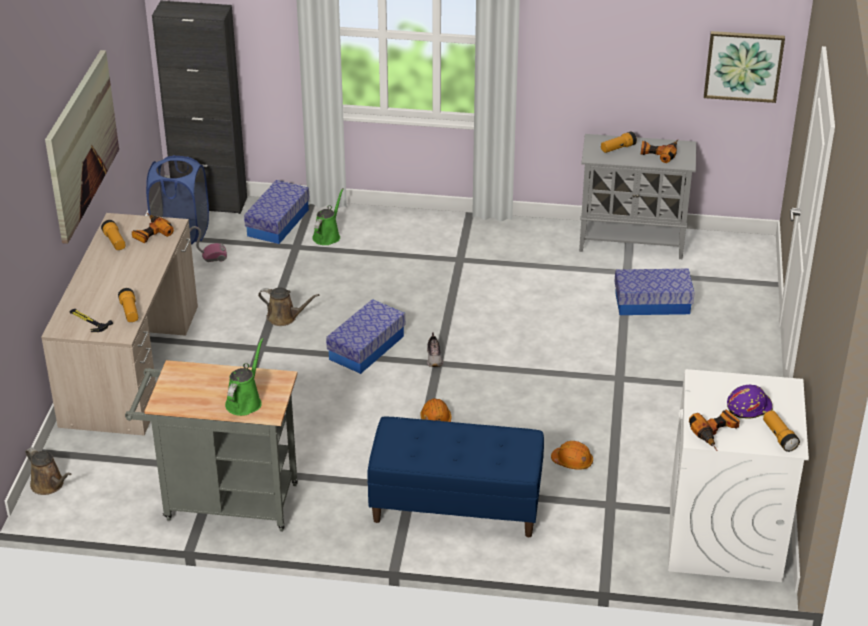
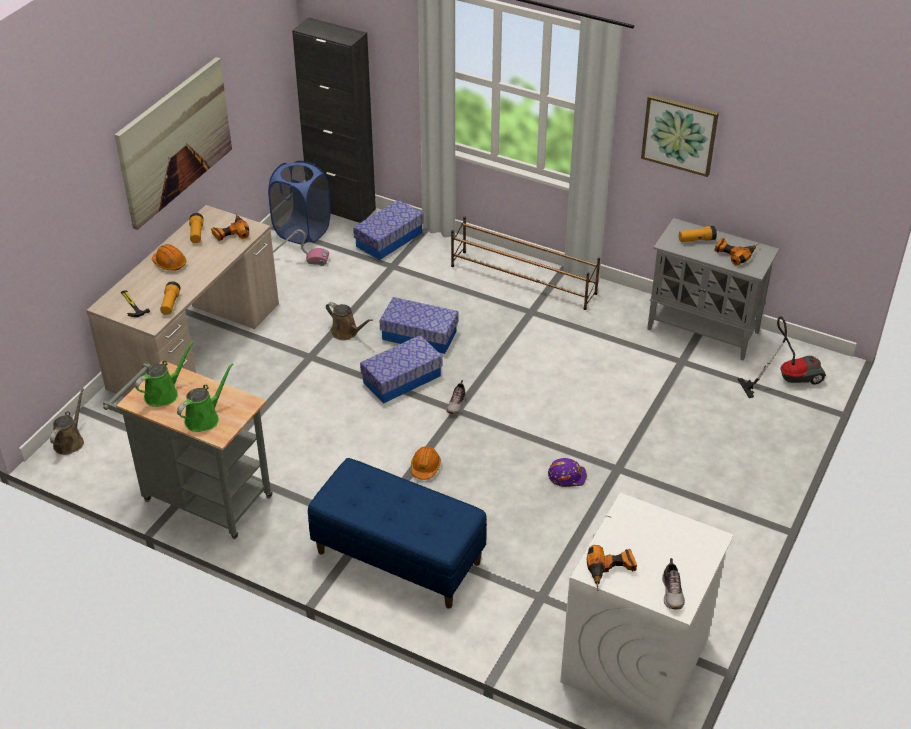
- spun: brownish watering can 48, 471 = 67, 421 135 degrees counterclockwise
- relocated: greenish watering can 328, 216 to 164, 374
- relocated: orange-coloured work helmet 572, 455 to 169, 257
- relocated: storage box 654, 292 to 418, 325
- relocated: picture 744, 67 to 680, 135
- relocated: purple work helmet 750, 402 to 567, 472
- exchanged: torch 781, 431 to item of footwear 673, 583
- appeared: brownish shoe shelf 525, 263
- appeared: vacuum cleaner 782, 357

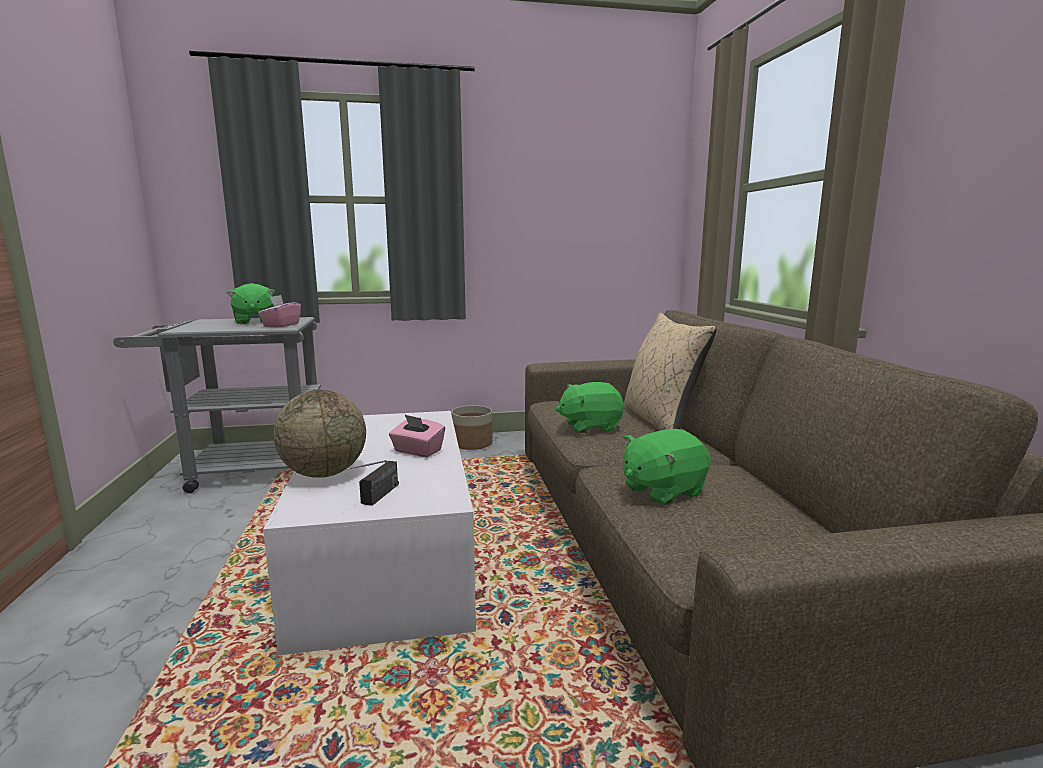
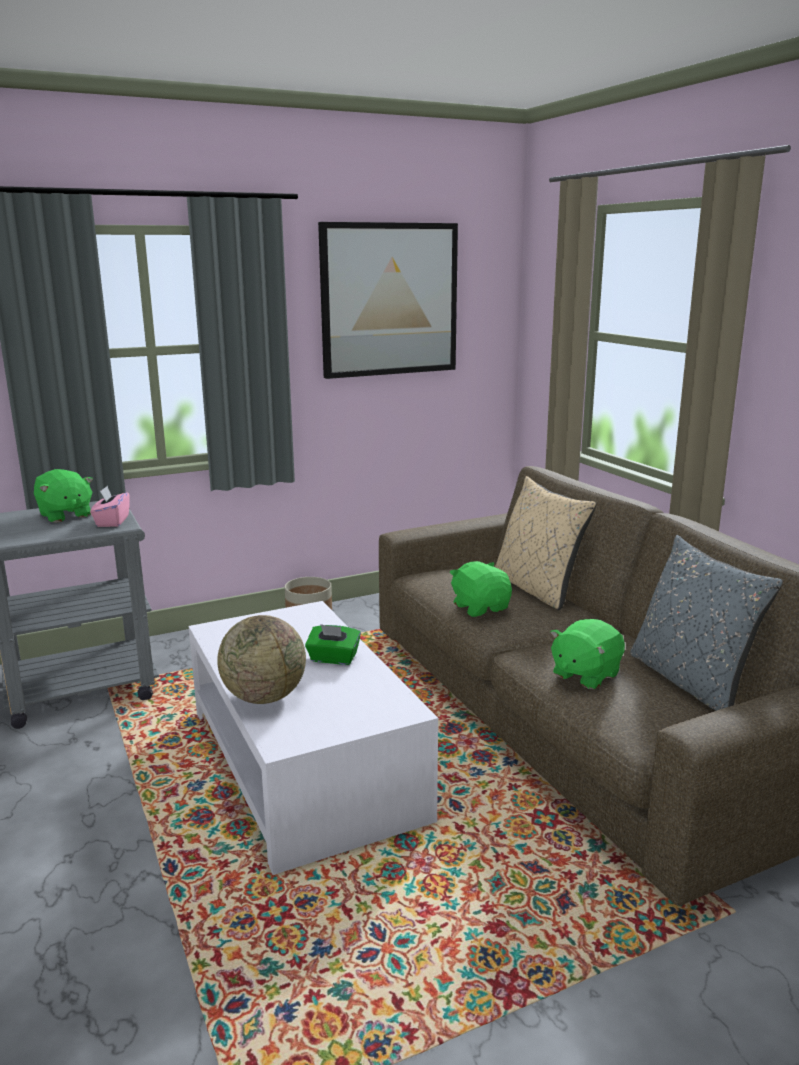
- missing: radio set 370, 483
- colour: pink-coloured box of tissues 417, 436 to greenish box of tissues 333, 644
- spun: greenish plush toy 590, 407 = 480, 589 90 degrees clockwise
- appeared: picture 388, 300
- appeared: grey cushion 706, 623

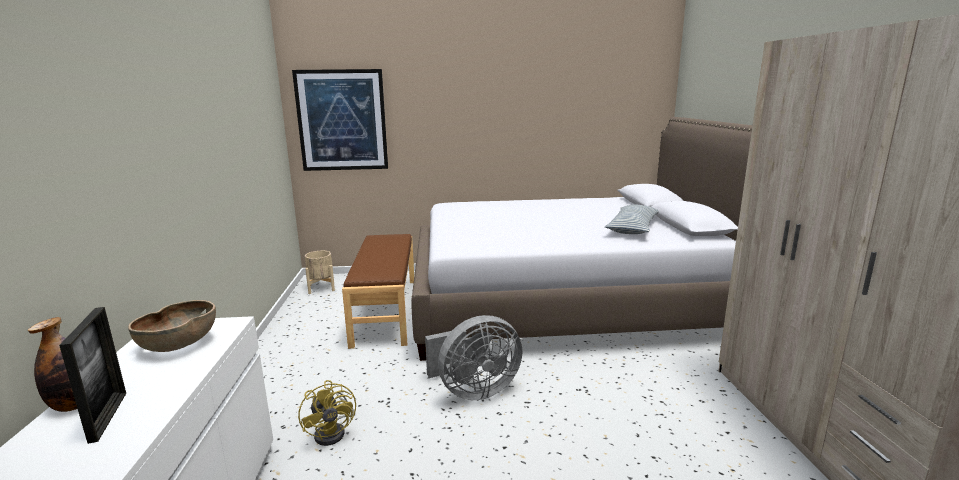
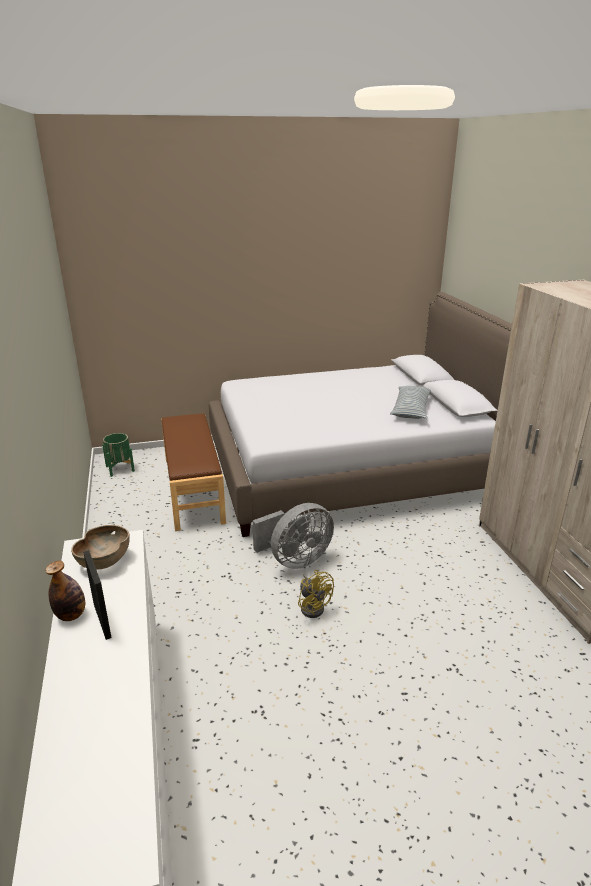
- missing: picture 340, 120
- relocated: yellow-coloured electric fan 327, 413 to 316, 594
- colour: sand-coloured plant pot 320, 272 to greenish plant pot 118, 455

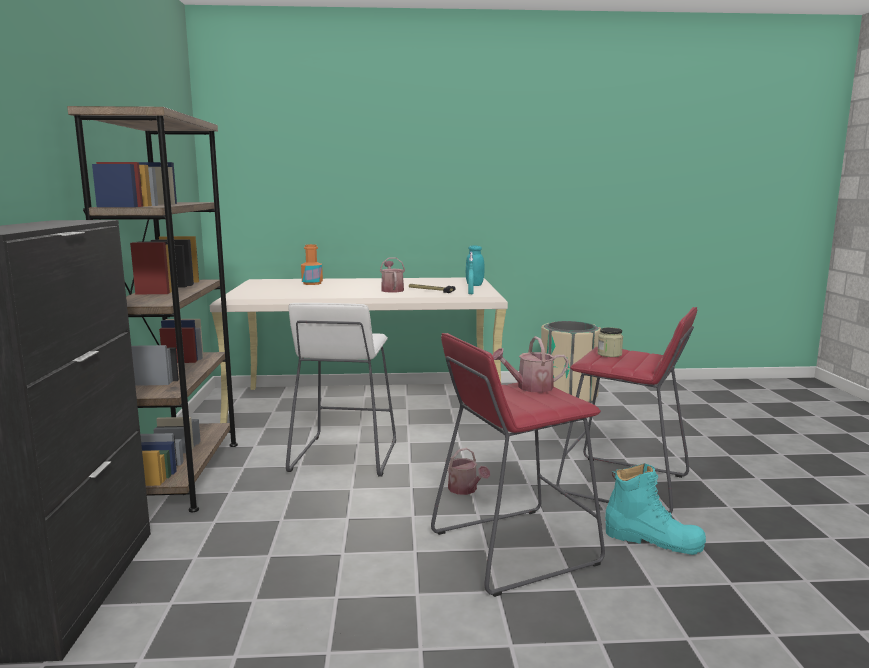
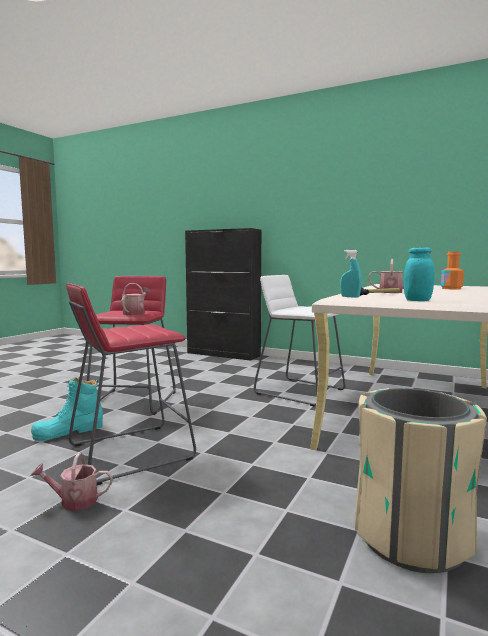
- missing: brownish shelving unit 152, 309
- relocated: watering can 468, 471 to 71, 481
- missing: preserve jar 610, 342

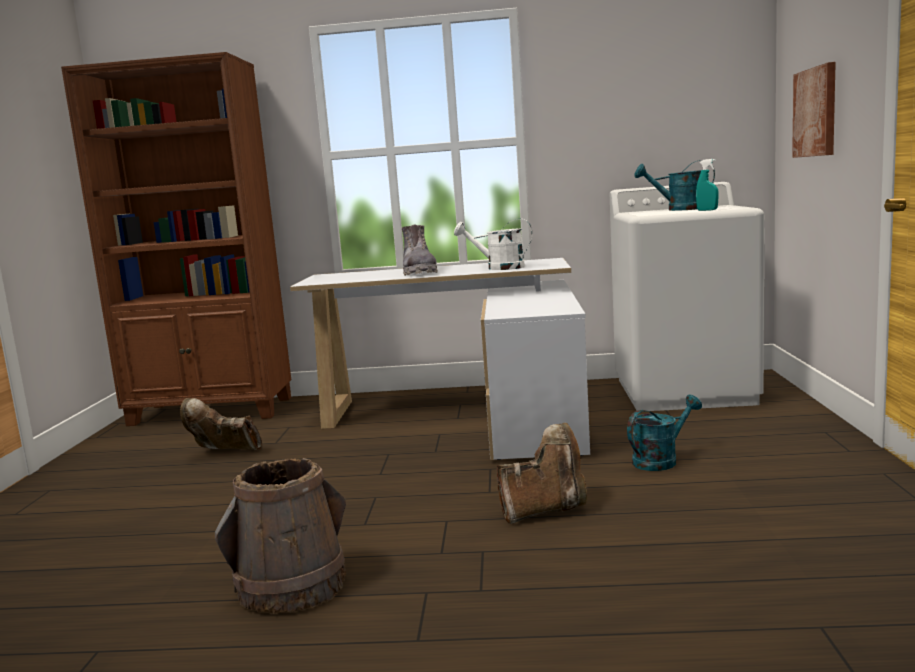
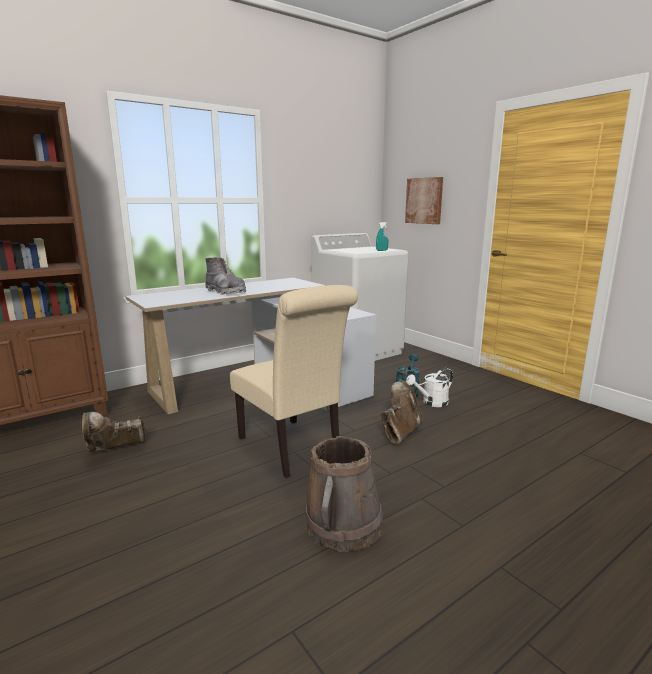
- relocated: white watering can 493, 244 to 429, 387
- missing: blue-green watering can 674, 185
- appeared: sand-coloured chair 294, 381

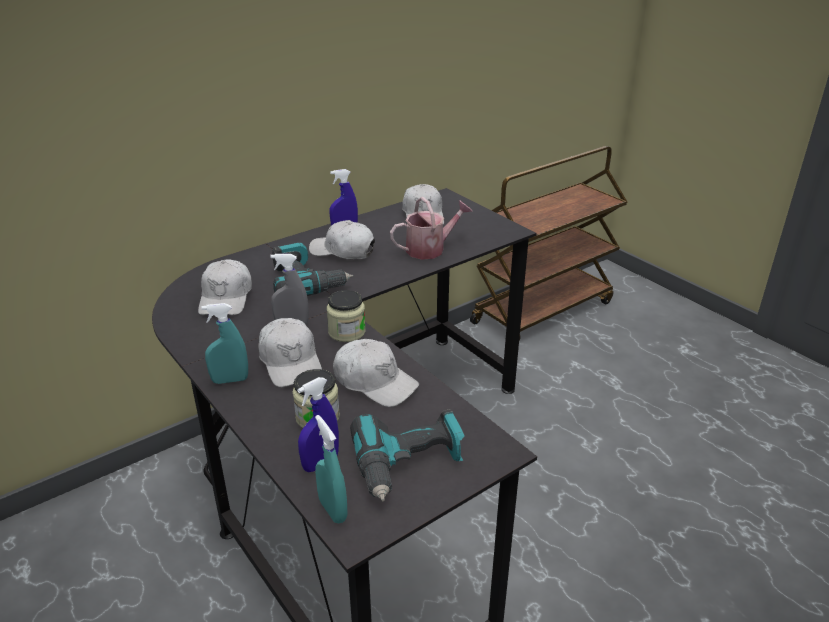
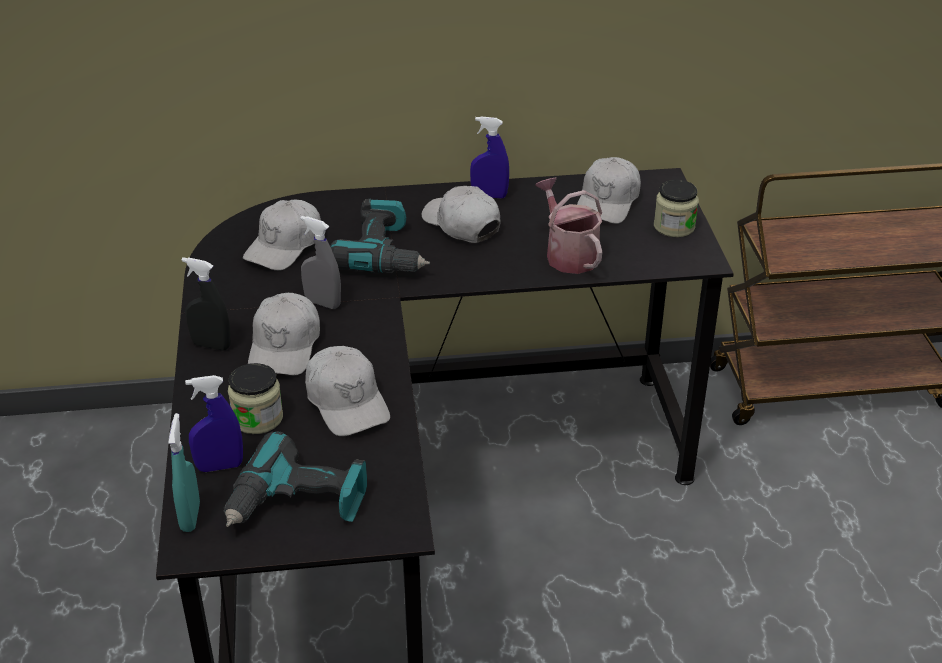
- colour: blue-green hand sprayer 224, 343 to blackish hand sprayer 206, 304
- relocated: preserve jar 346, 316 to 676, 208
- spun: watering can 431, 228 = 569, 226 120 degrees counterclockwise

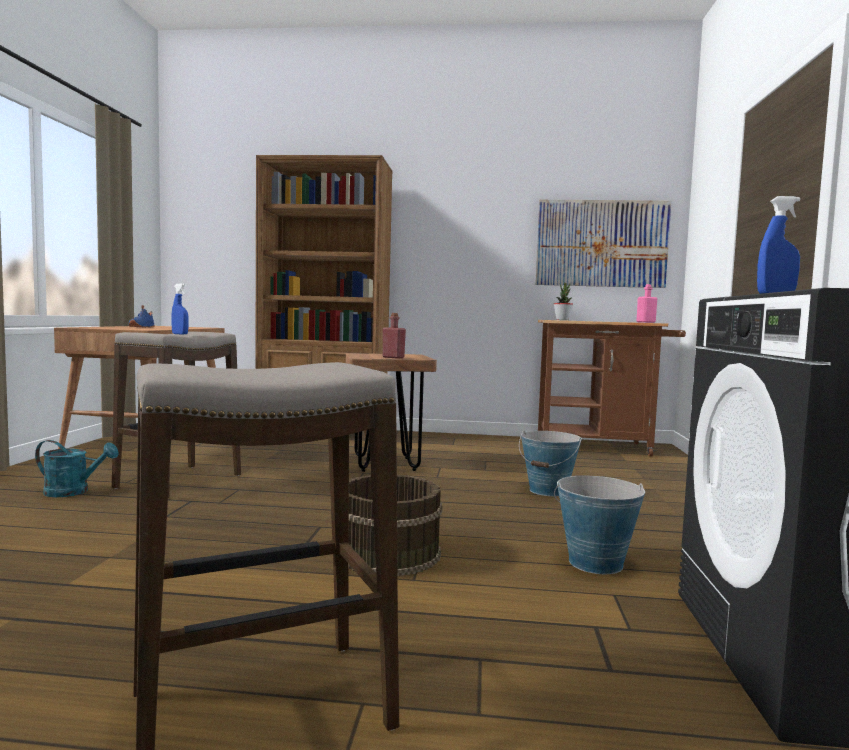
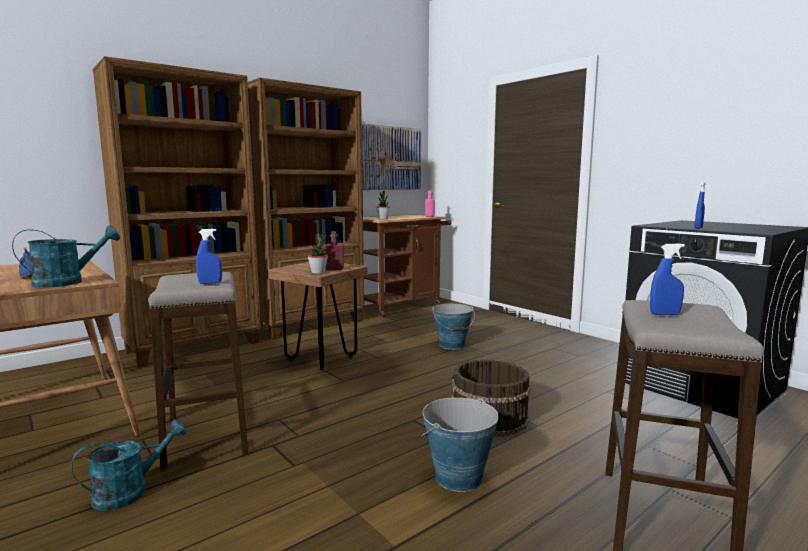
- relocated: bucket 599, 525 to 460, 444
- appeared: blue-green watering can 66, 256
- appeared: brownish shelving unit 306, 208
- appeared: houseplant 317, 253
- appeared: blue hand sprayer 667, 279

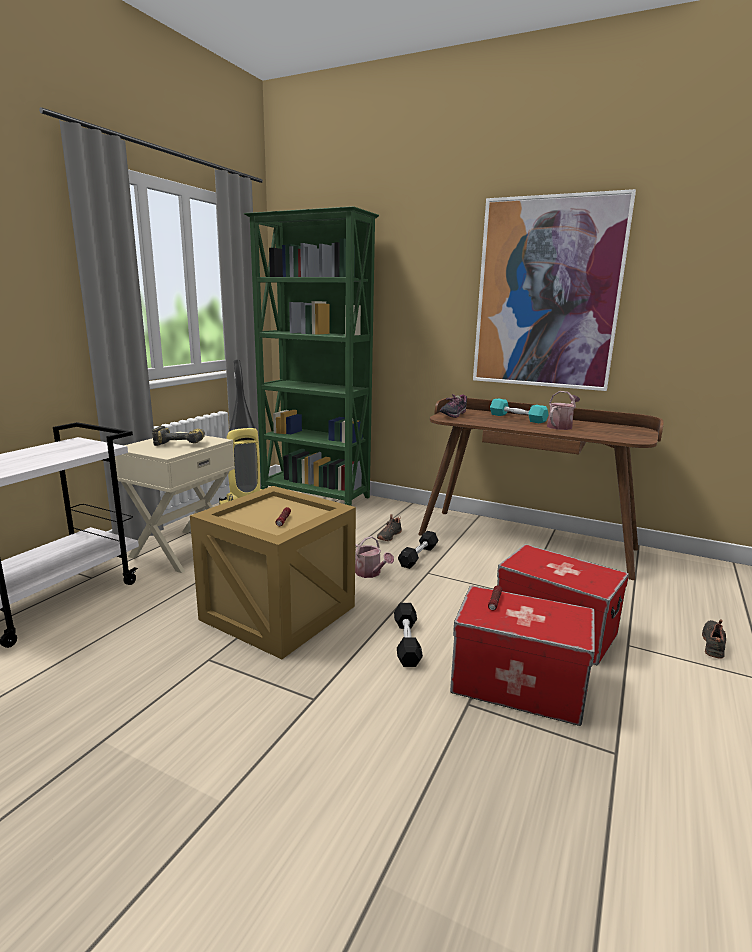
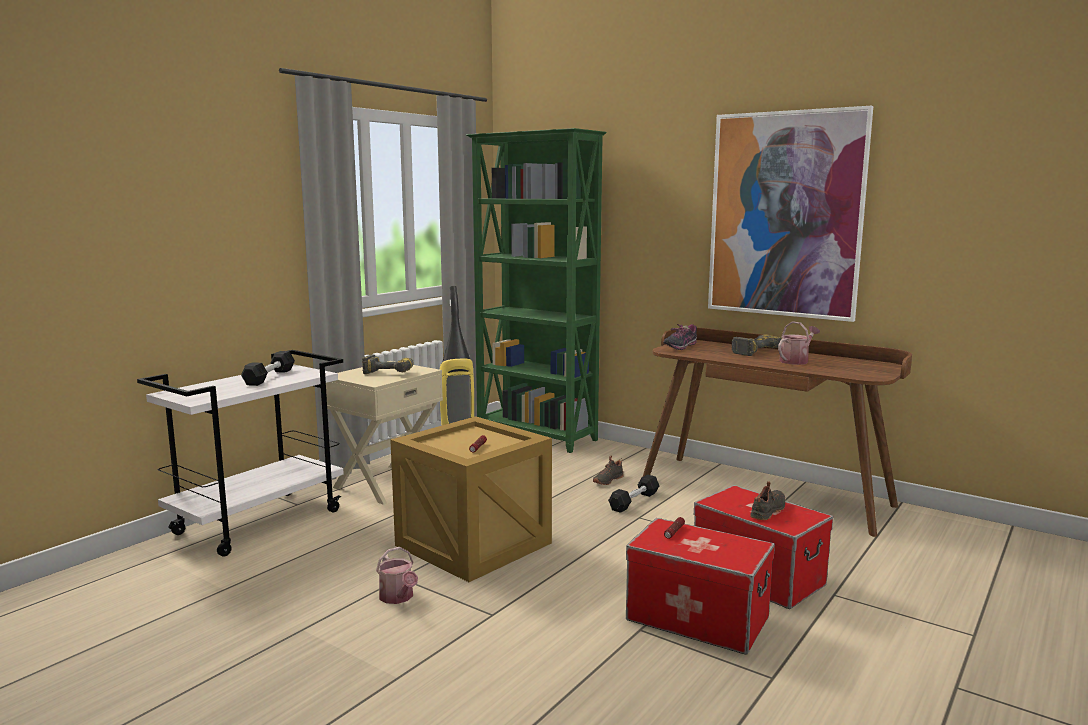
- relocated: watering can 374, 557 to 397, 575
- relocated: blackish free weight 408, 635 to 268, 368
- exchanged: blue-green free weight 519, 411 to power drill 757, 345
- relocated: blackish item of footwear 714, 639 to 767, 500

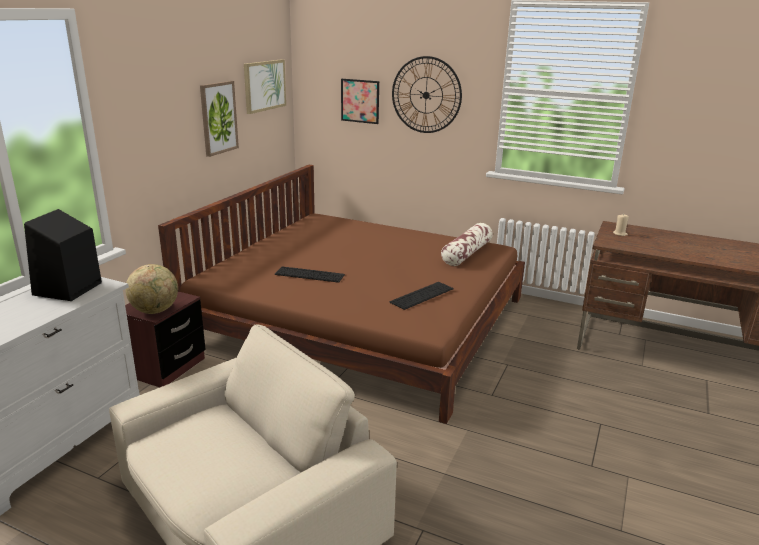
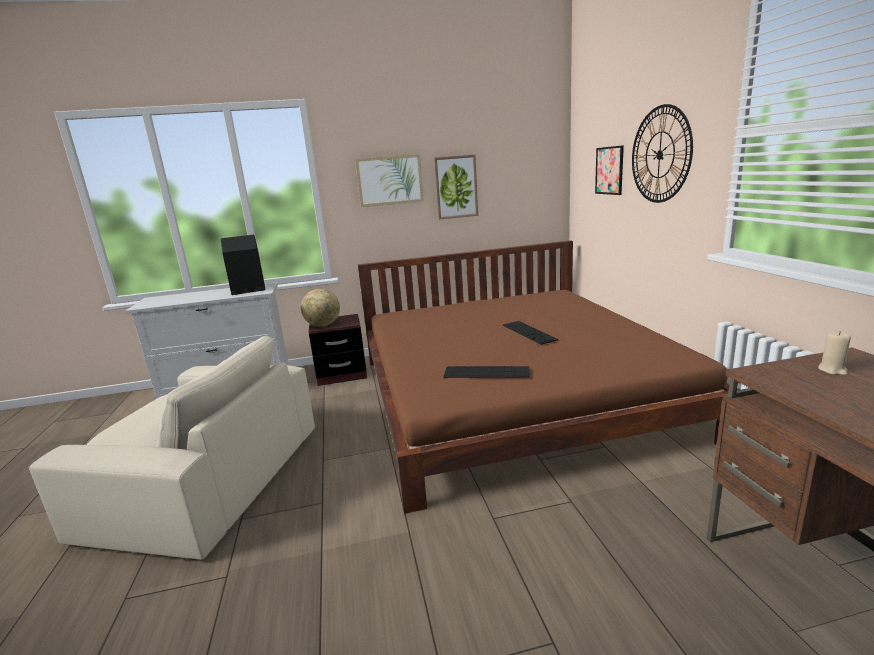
- relocated: picture 265, 86 to 389, 180
- relocated: PC keyboard 310, 275 to 530, 333
- missing: cushion 467, 244

